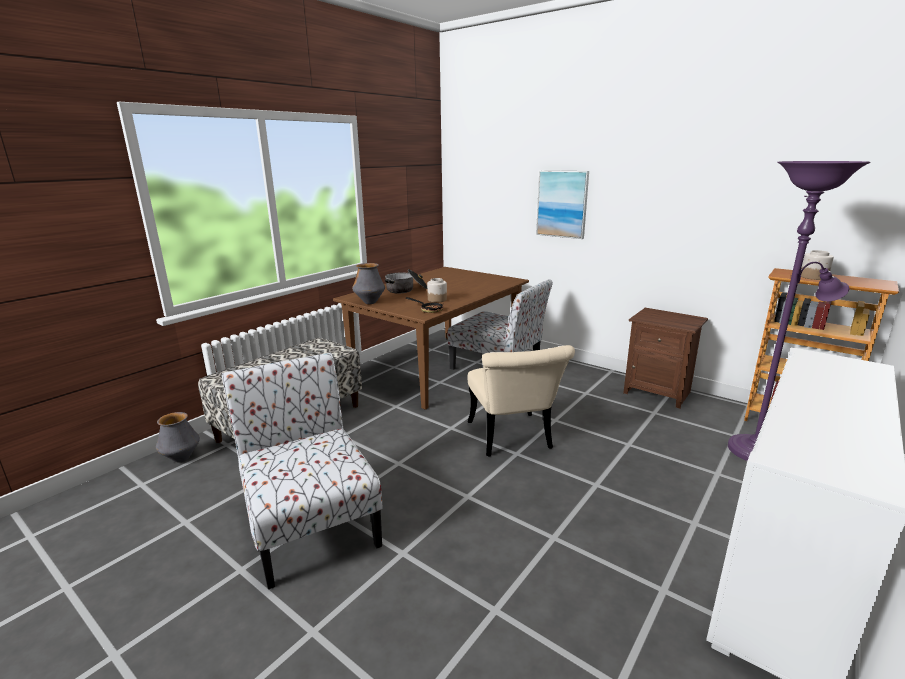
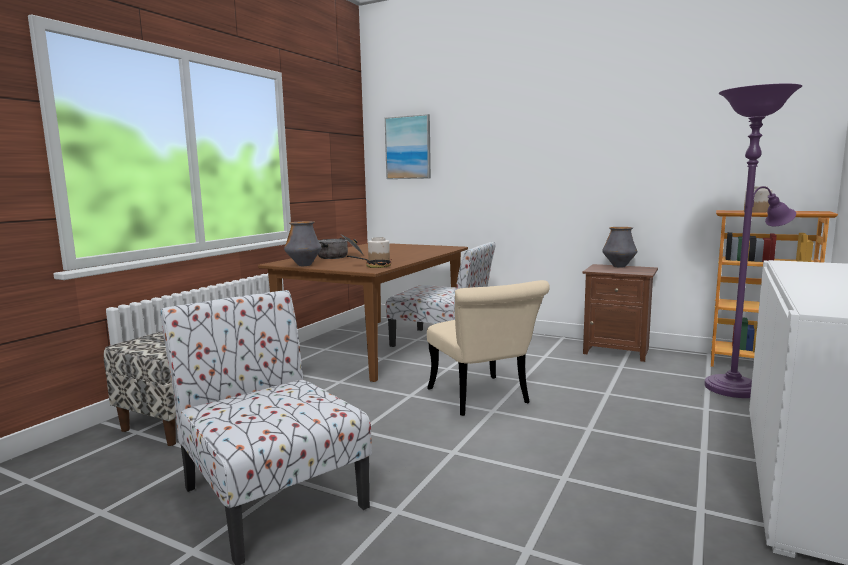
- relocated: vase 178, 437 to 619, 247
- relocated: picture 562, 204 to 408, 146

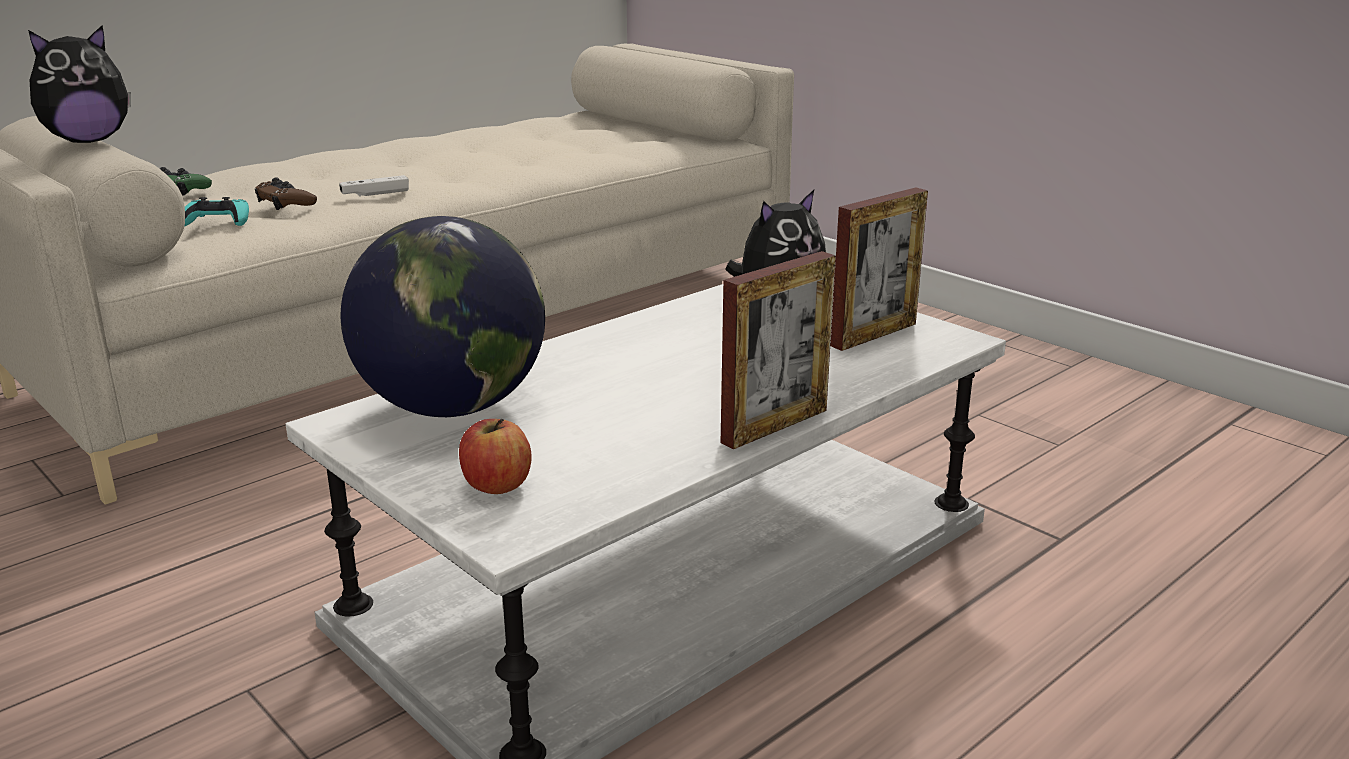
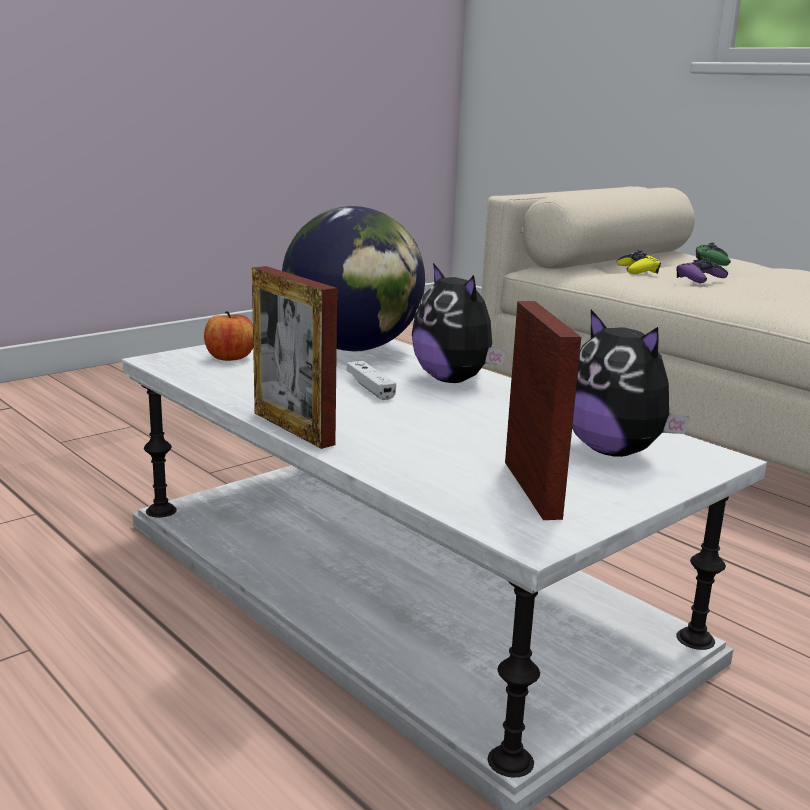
- relocated: plush toy 79, 84 to 459, 323
- colour: blue-green joypad 216, 212 to yellow-coloured joypad 639, 262
- colour: brownish joypad 286, 193 to purple joypad 702, 270
- relocated: white joypad 374, 186 to 371, 380
- spun: photo frame 879, 269 = 543, 410 150 degrees counterclockwise

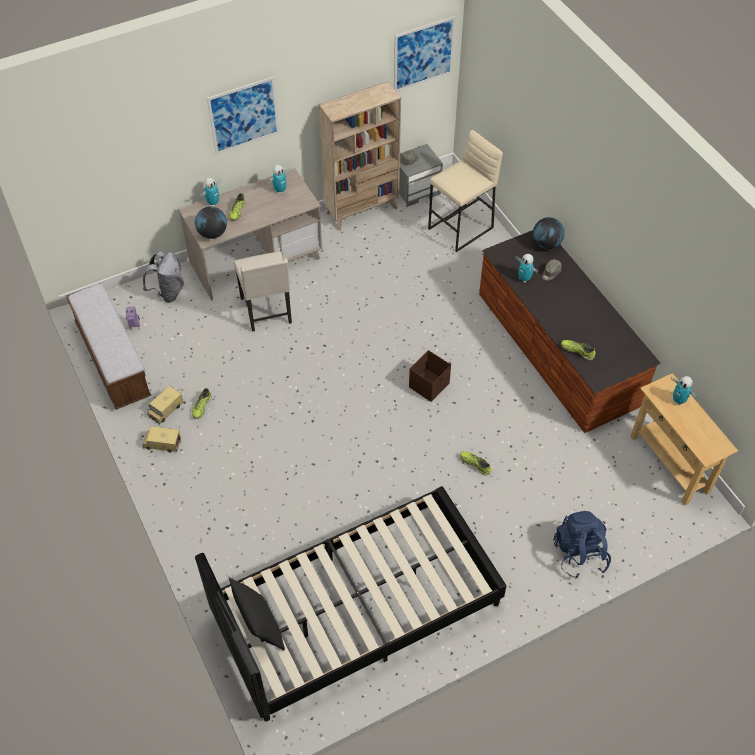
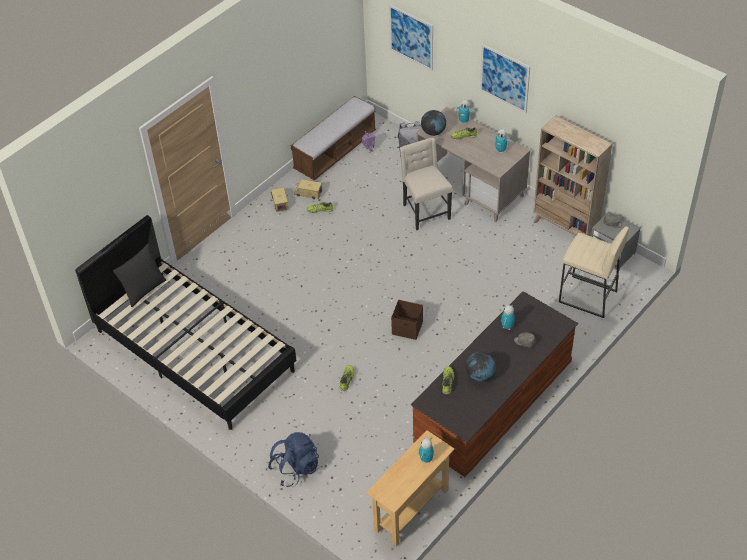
- spun: sand-coloured chair 263, 291 = 426, 183 105 degrees clockwise
- relocated: picture 425, 54 to 411, 37
- relocated: world globe 549, 233 to 481, 367

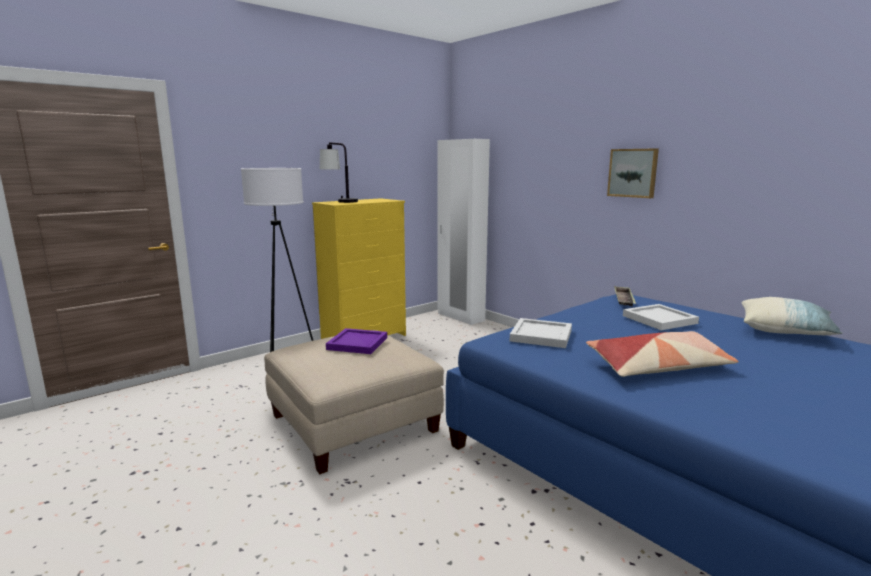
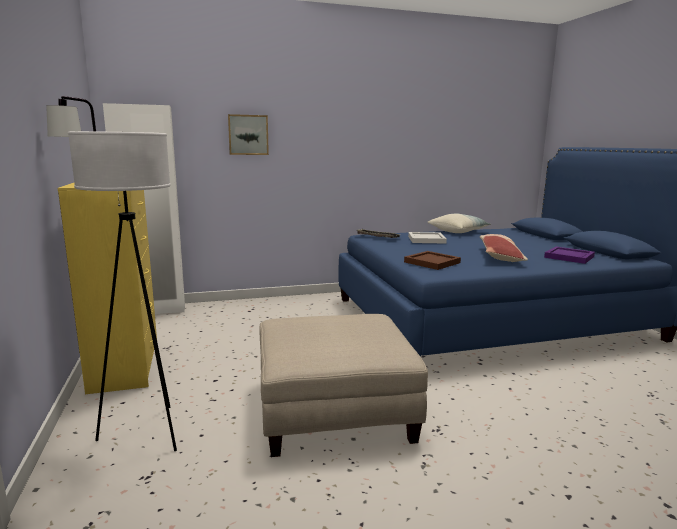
- relocated: purple carrying tray 356, 341 to 569, 255
- colour: white carrying tray 541, 333 to brownish carrying tray 432, 260
- relocated: picture 633, 173 to 248, 134

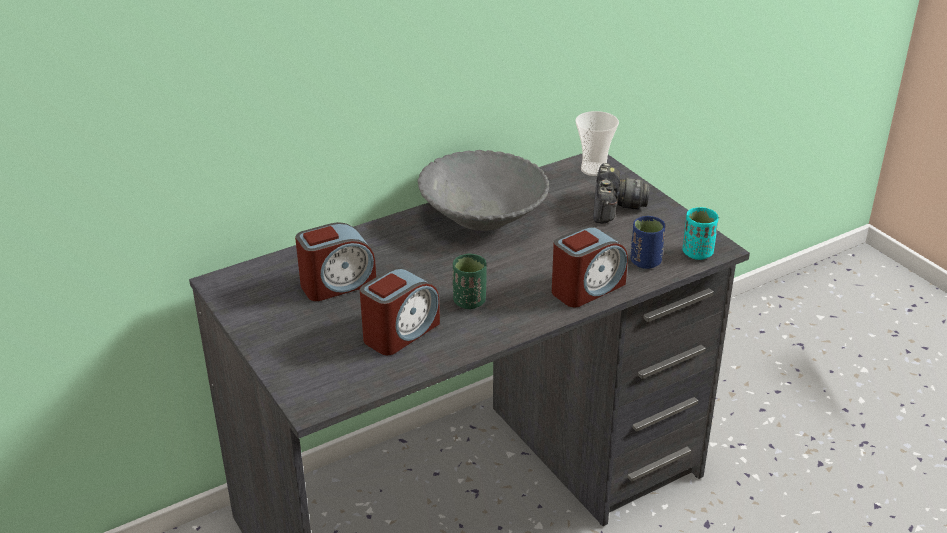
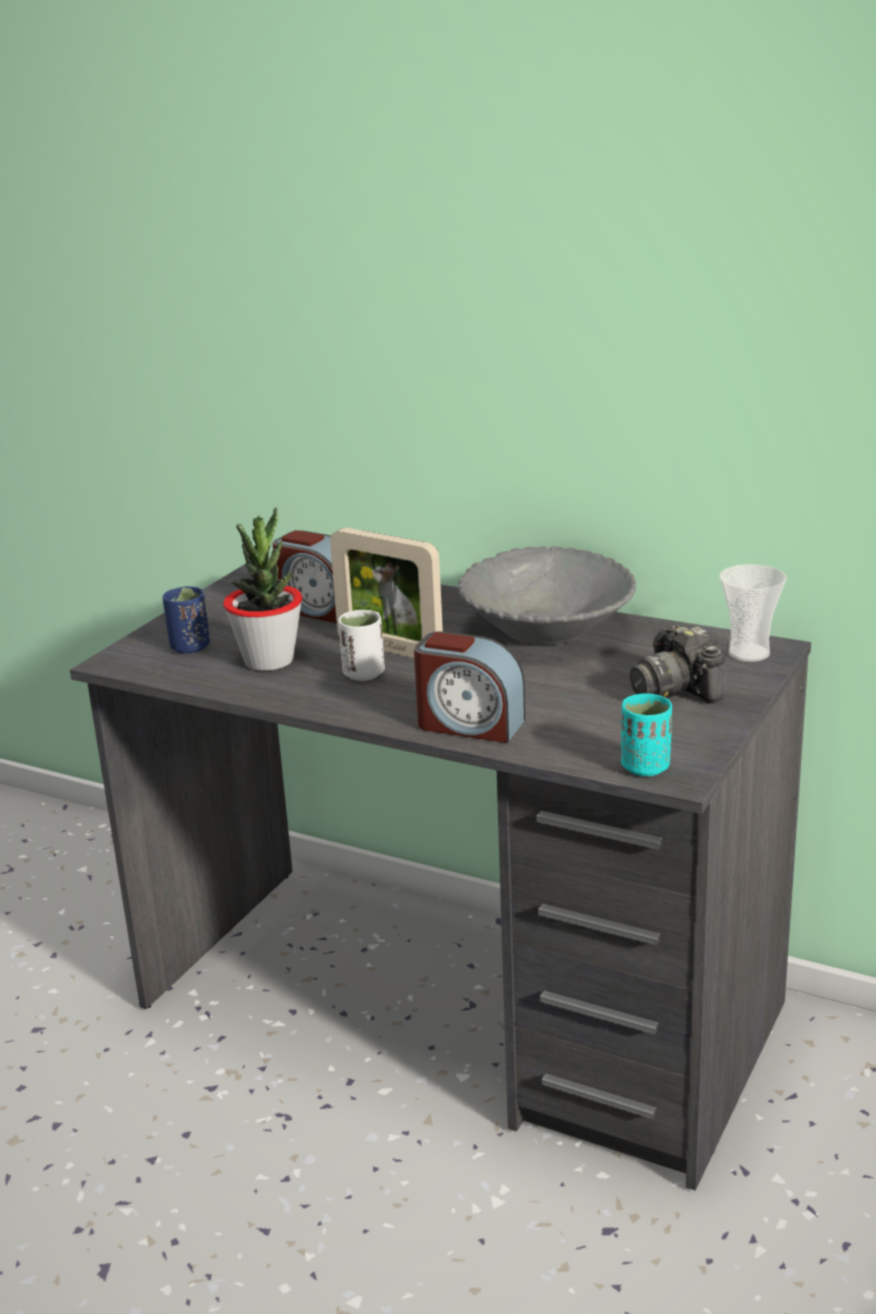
- exchanged: alarm clock 400, 311 to houseplant 262, 589
- colour: greenish cup 470, 281 to white cup 361, 645
- spun: photo camera 621, 193 = 678, 664 90 degrees clockwise
- relocated: blue cup 648, 242 to 186, 620
- appeared: photo frame 386, 593

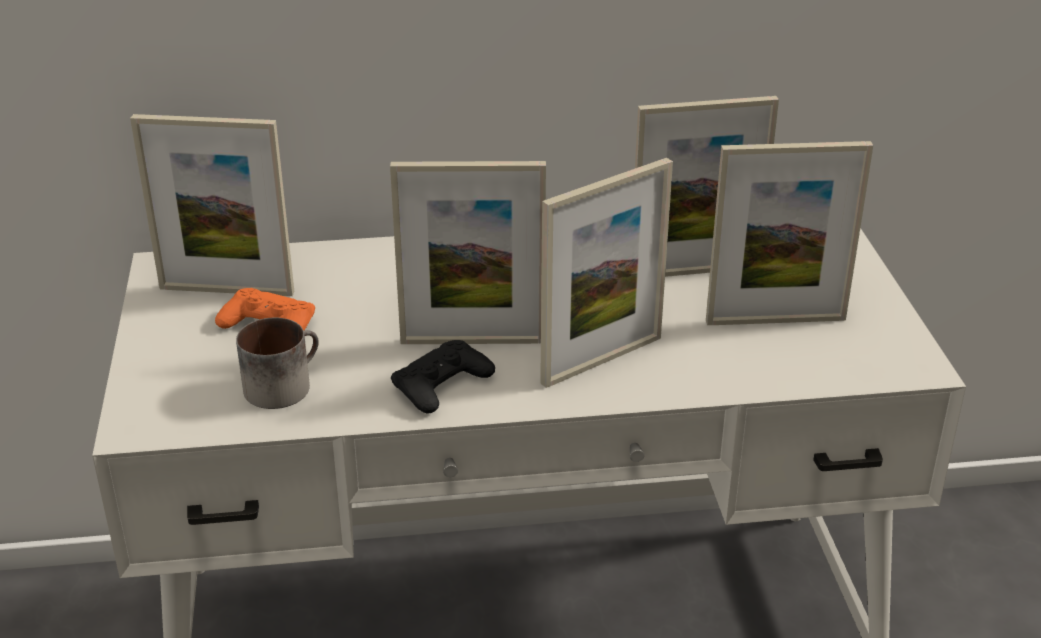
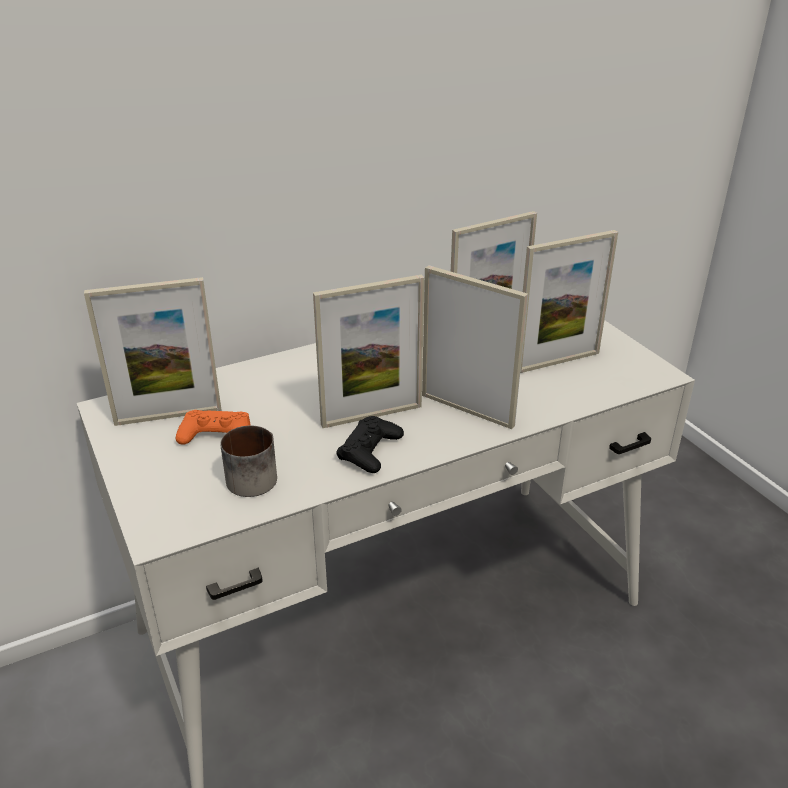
- spun: photo frame 606, 273 = 475, 347 90 degrees counterclockwise

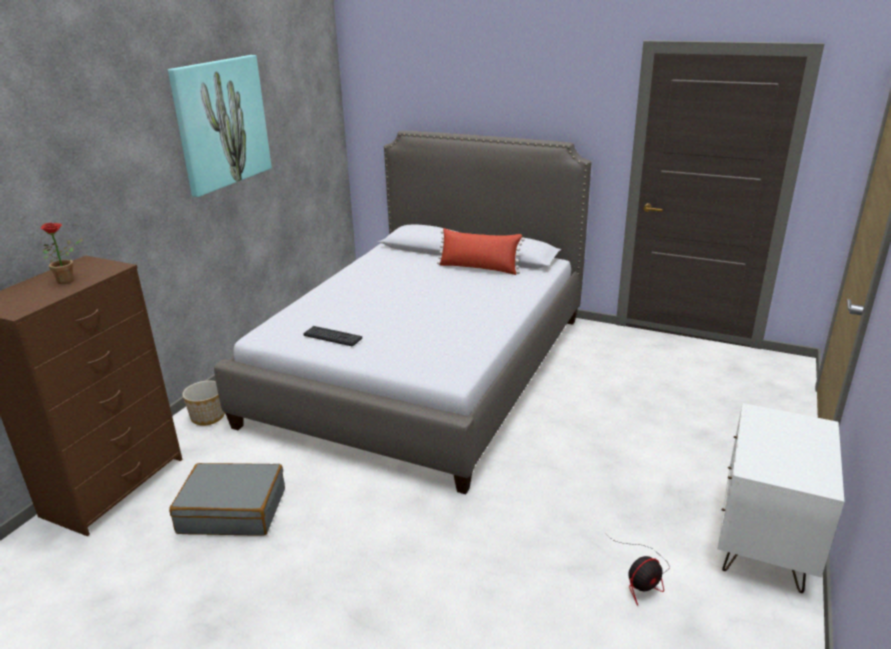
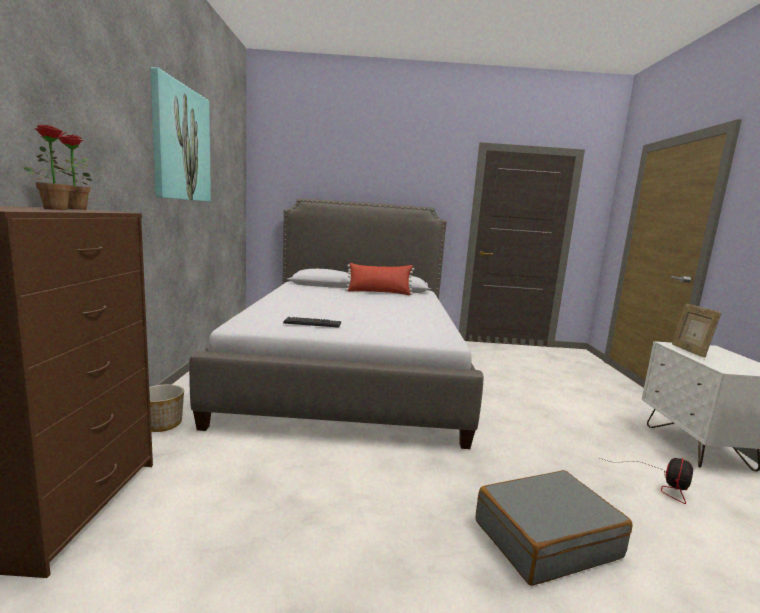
- relocated: grey piece of luggage 227, 499 to 554, 528
- appeared: houseplant 65, 172
- appeared: photo frame 696, 331

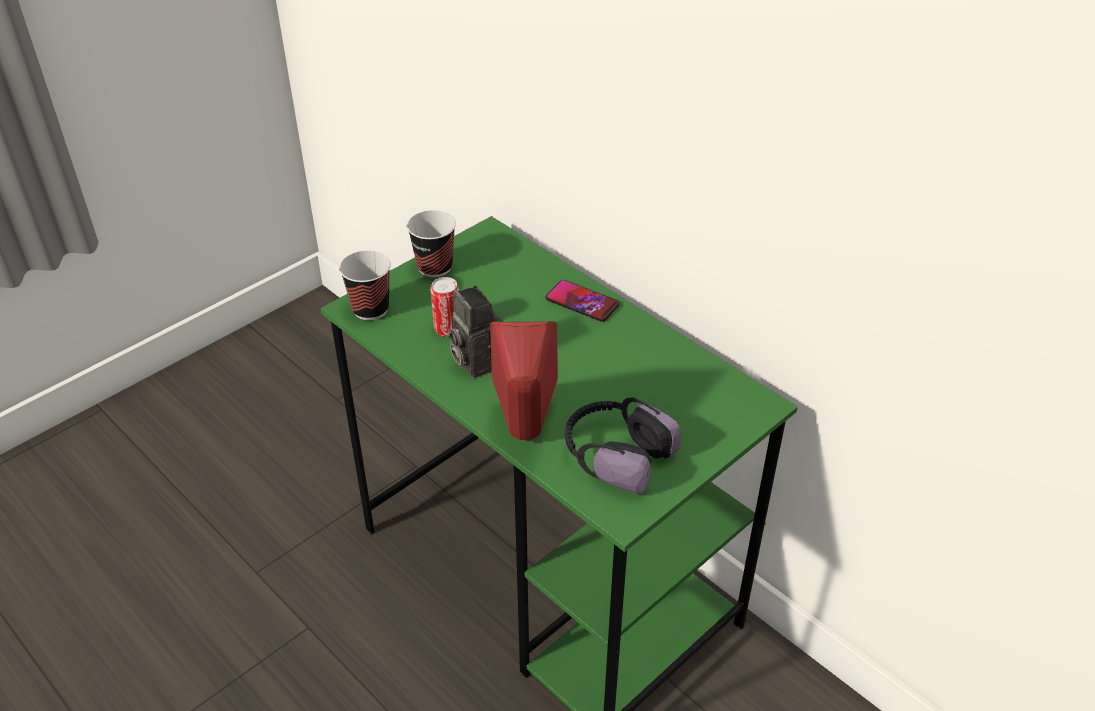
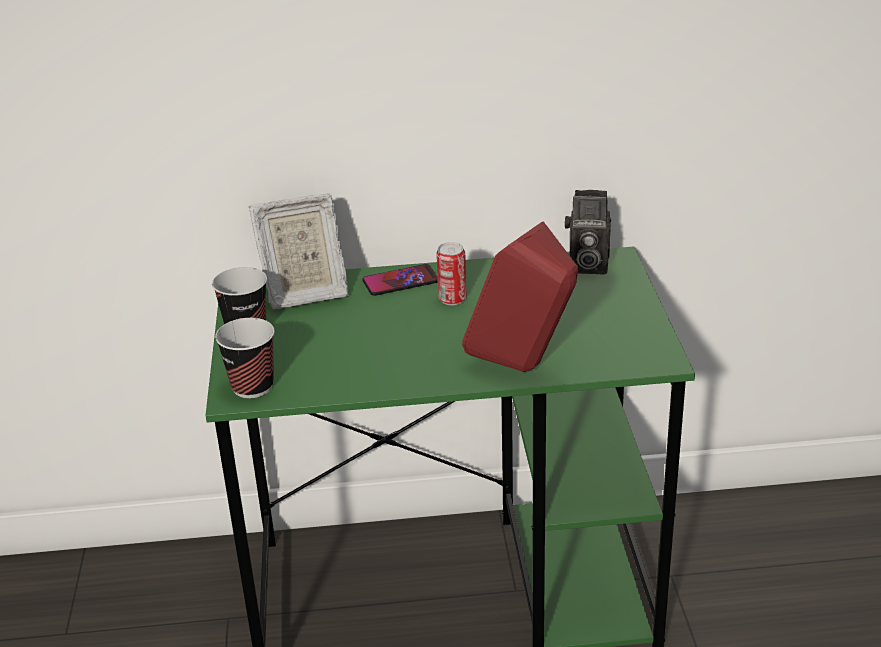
- relocated: sealed can 444, 307 to 451, 273
- relocated: photo camera 476, 332 to 588, 232
- missing: pair of headphones 623, 445
- appeared: photo frame 298, 251

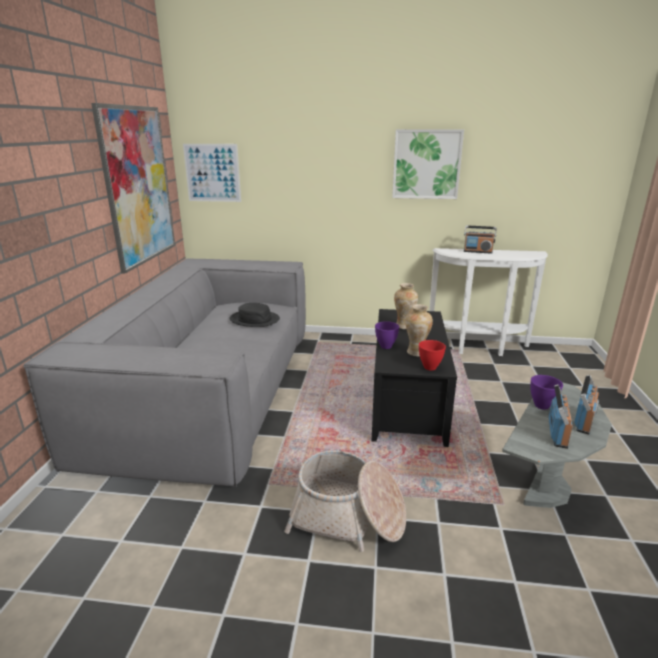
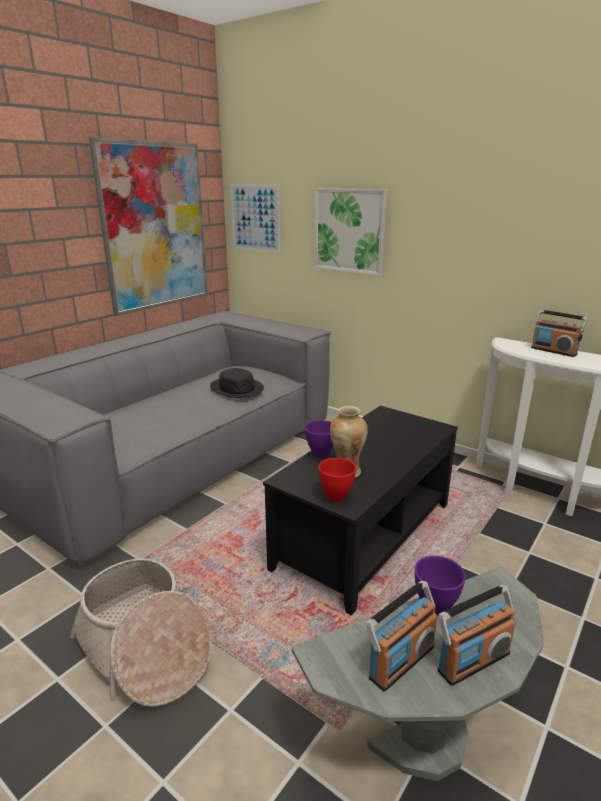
- relocated: picture 428, 164 to 351, 232
- missing: vase 406, 306

